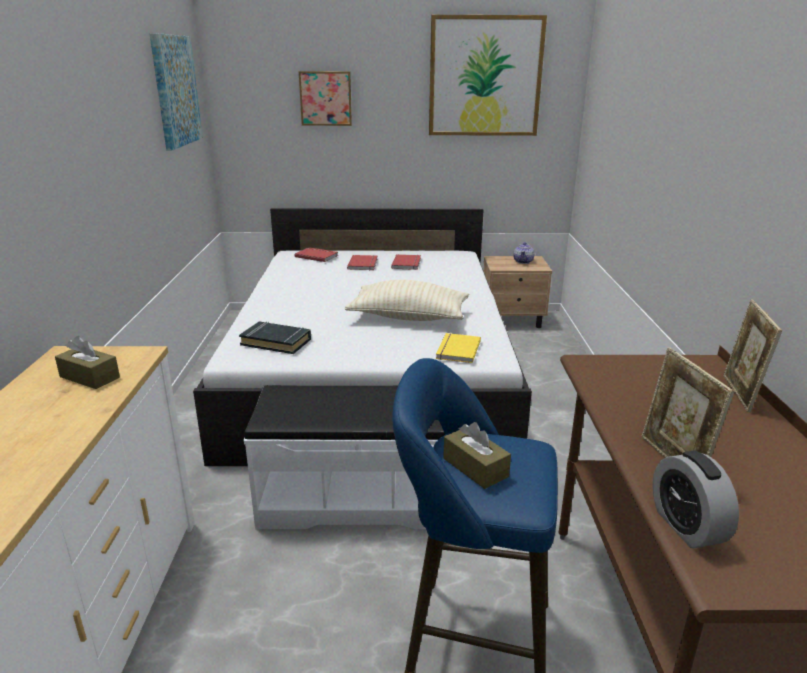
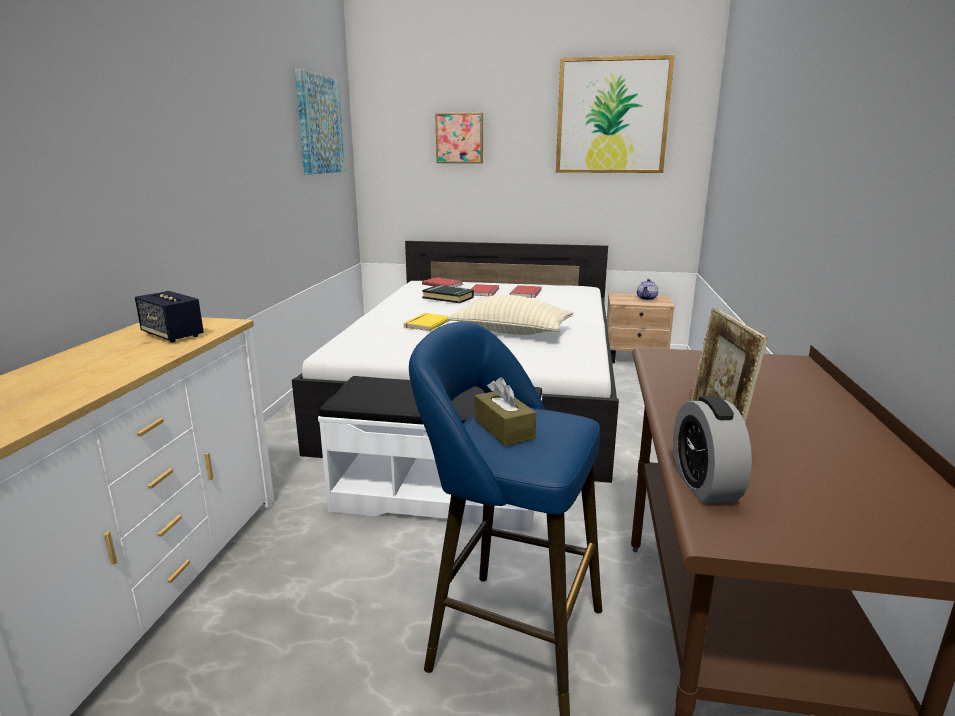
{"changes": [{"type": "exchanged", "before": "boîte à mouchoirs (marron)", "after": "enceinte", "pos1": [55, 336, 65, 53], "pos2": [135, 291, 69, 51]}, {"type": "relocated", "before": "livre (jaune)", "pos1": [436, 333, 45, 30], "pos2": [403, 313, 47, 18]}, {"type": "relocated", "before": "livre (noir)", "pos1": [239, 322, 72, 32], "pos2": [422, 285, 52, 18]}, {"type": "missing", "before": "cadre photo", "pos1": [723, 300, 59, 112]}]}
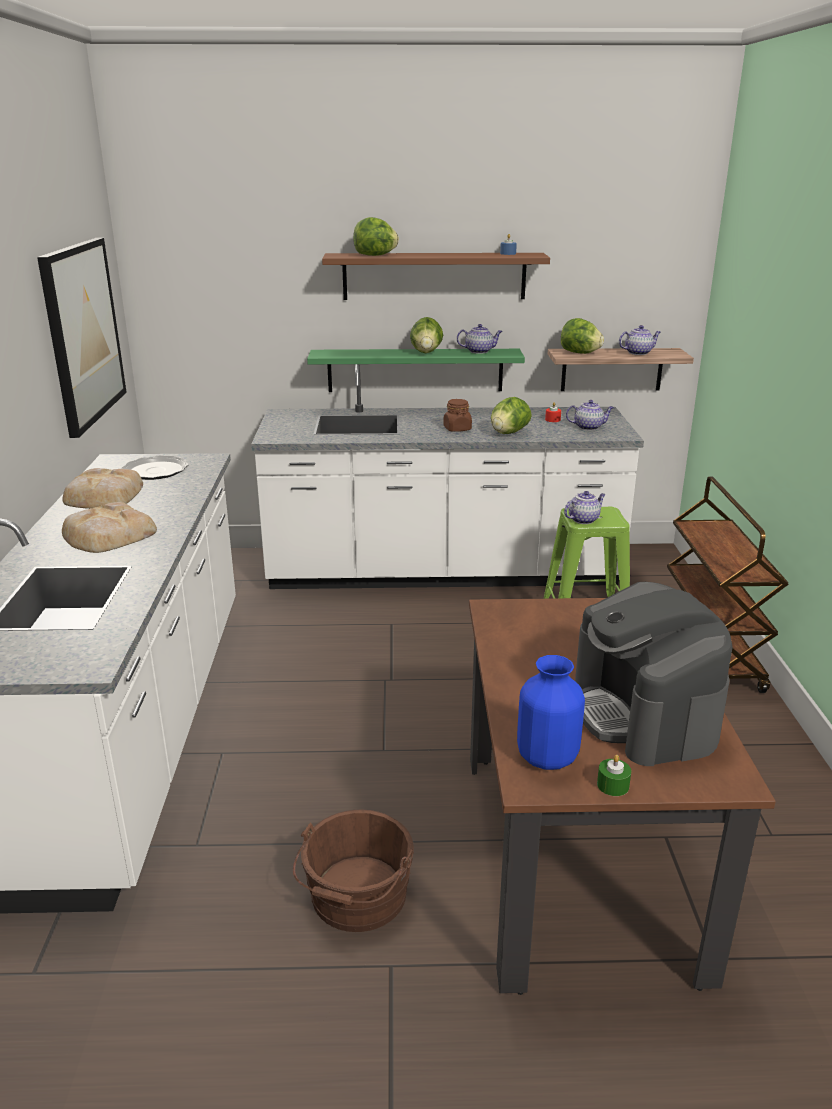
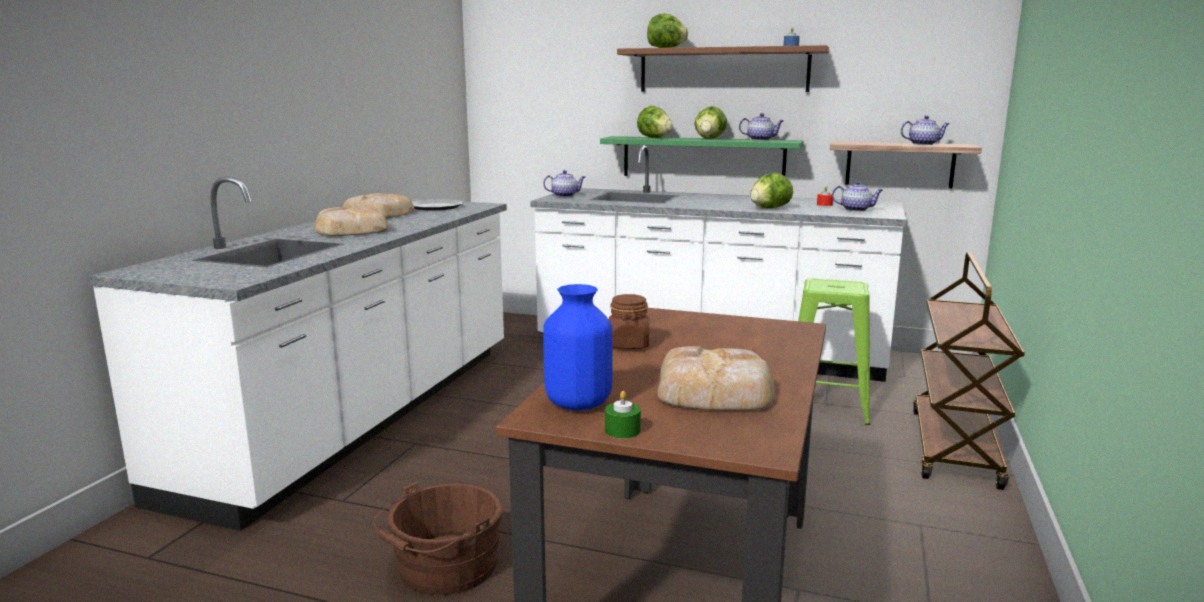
{"changes": [{"type": "relocated", "before": "théière", "pos1": [564, 491, 42, 33], "pos2": [543, 170, 42, 27]}, {"type": "relocated", "before": "bocal (marron)", "pos1": [443, 399, 29, 33], "pos2": [609, 294, 40, 55]}, {"type": "relocated", "before": "laitue", "pos1": [561, 318, 43, 36], "pos2": [637, 106, 36, 32]}, {"type": "exchanged", "before": "machine à café", "after": "pain", "pos1": [575, 582, 158, 184], "pos2": [657, 346, 118, 64]}, {"type": "missing", "before": "tableau", "pos1": [37, 238, 90, 200]}]}
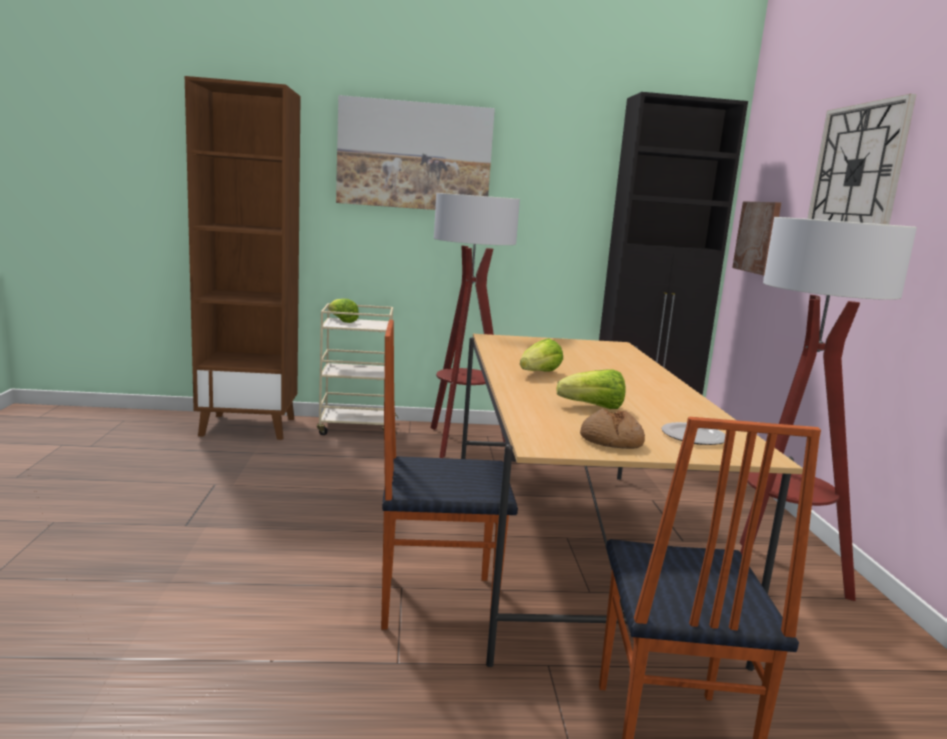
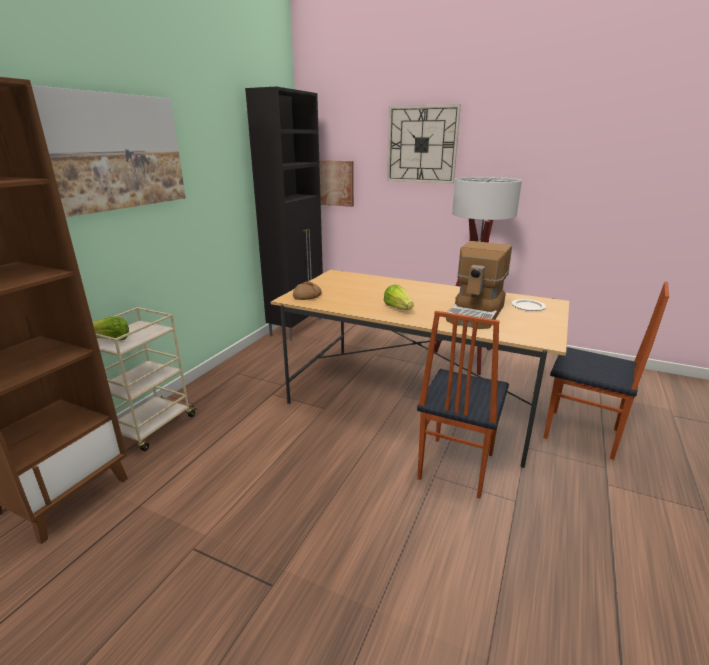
{"changes": [{"type": "relocated", "before": "pain", "pos1": [580, 409, 65, 40], "pos2": [293, 281, 29, 19]}, {"type": "exchanged", "before": "laitue", "after": "machine à café", "pos1": [556, 369, 70, 40], "pos2": [446, 241, 66, 88]}, {"type": "missing", "before": "lampadaire", "pos1": [431, 193, 89, 265]}]}
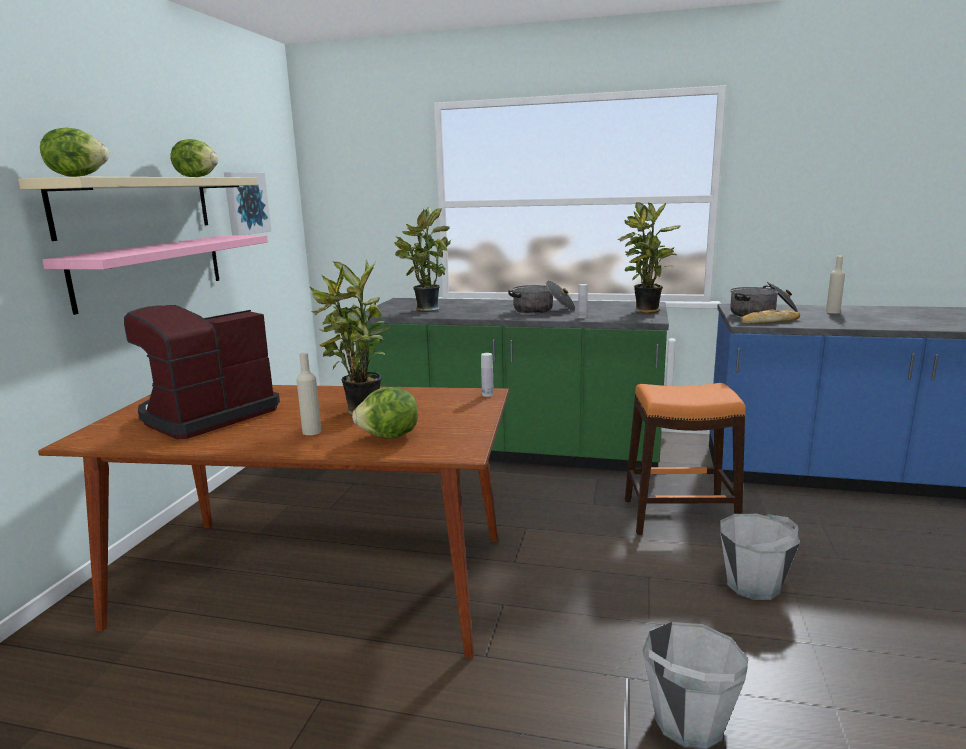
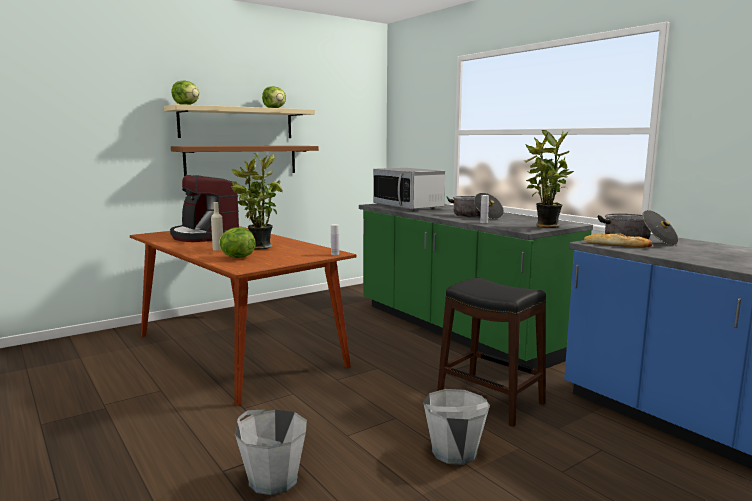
{"changes": [{"type": "spun", "before": "machine à café", "pos1": [124, 305, 156, 134], "pos2": [170, 175, 69, 67], "turn": -120}, {"type": "colour", "before": "étagère (rose)", "after": "étagère (marron)", "pos1": [43, 235, 225, 80], "pos2": [171, 146, 148, 30]}, {"type": "exchanged", "before": "plante en pot", "after": "micro-ondes", "pos1": [394, 207, 57, 105], "pos2": [373, 168, 72, 42]}, {"type": "colour", "before": "tabouret (orange)", "after": "tabouret (noir)", "pos1": [625, 383, 121, 152], "pos2": [437, 278, 109, 149]}, {"type": "missing", "before": "tableau", "pos1": [224, 172, 47, 63]}, {"type": "missing", "before": "bouteille (beige)", "pos1": [826, 256, 19, 57]}]}
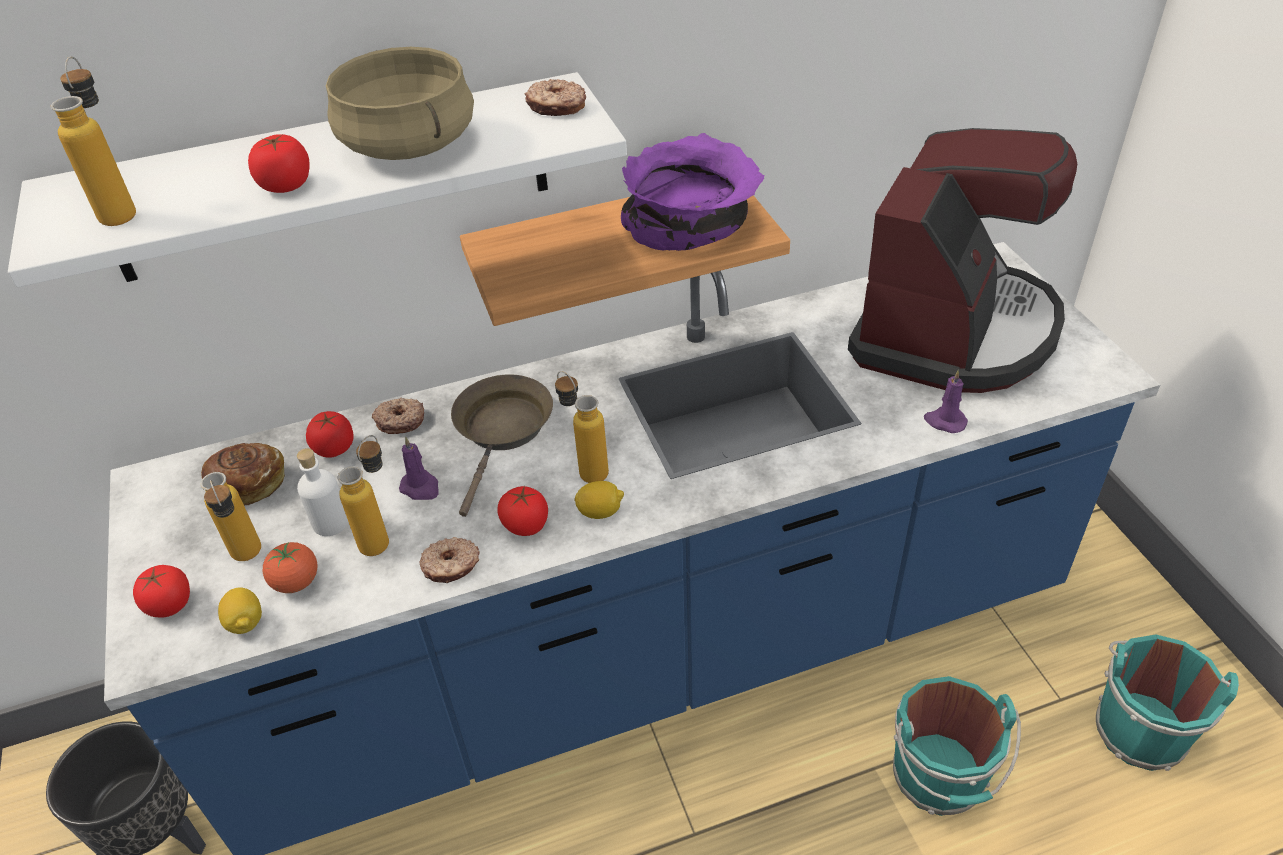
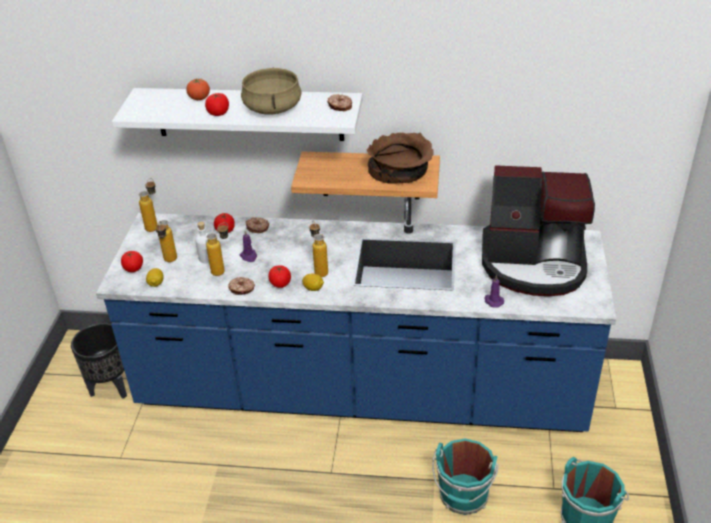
{"changes": [{"type": "relocated", "before": "bouteille", "pos1": [51, 56, 85, 170], "pos2": [139, 178, 18, 54]}, {"type": "relocated", "before": "tomate", "pos1": [263, 542, 54, 51], "pos2": [186, 78, 24, 22]}, {"type": "colour", "before": "bol (violet)", "after": "bol (marron)", "pos1": [621, 133, 143, 118], "pos2": [367, 132, 67, 52]}, {"type": "spun", "before": "machine à café", "pos1": [848, 128, 229, 265], "pos2": [482, 165, 113, 131], "turn": 45}, {"type": "missing", "before": "pain", "pos1": [201, 443, 84, 63]}, {"type": "missing", "before": "poêle (marron)", "pos1": [451, 374, 102, 143]}]}
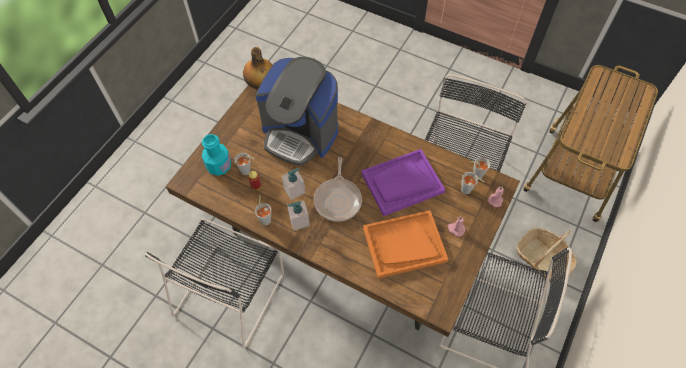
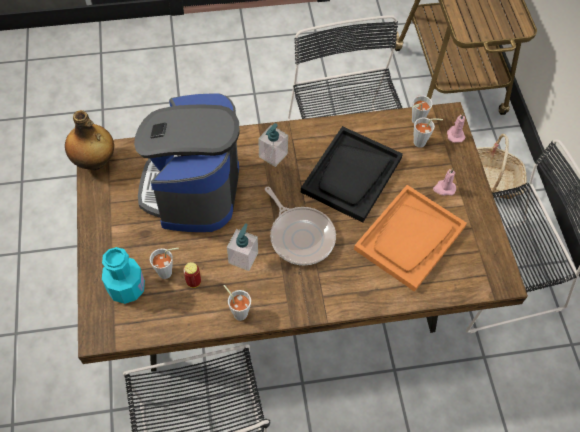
{"changes": [{"type": "spun", "before": "machine à café", "pos1": [255, 57, 83, 109], "pos2": [134, 93, 106, 139], "turn": 105}, {"type": "relocated", "before": "distributeur de savon", "pos1": [288, 200, 22, 30], "pos2": [258, 123, 30, 44]}, {"type": "colour", "before": "plateau (violet)", "after": "plateau (noir)", "pos1": [361, 149, 84, 67], "pos2": [301, 126, 102, 97]}]}
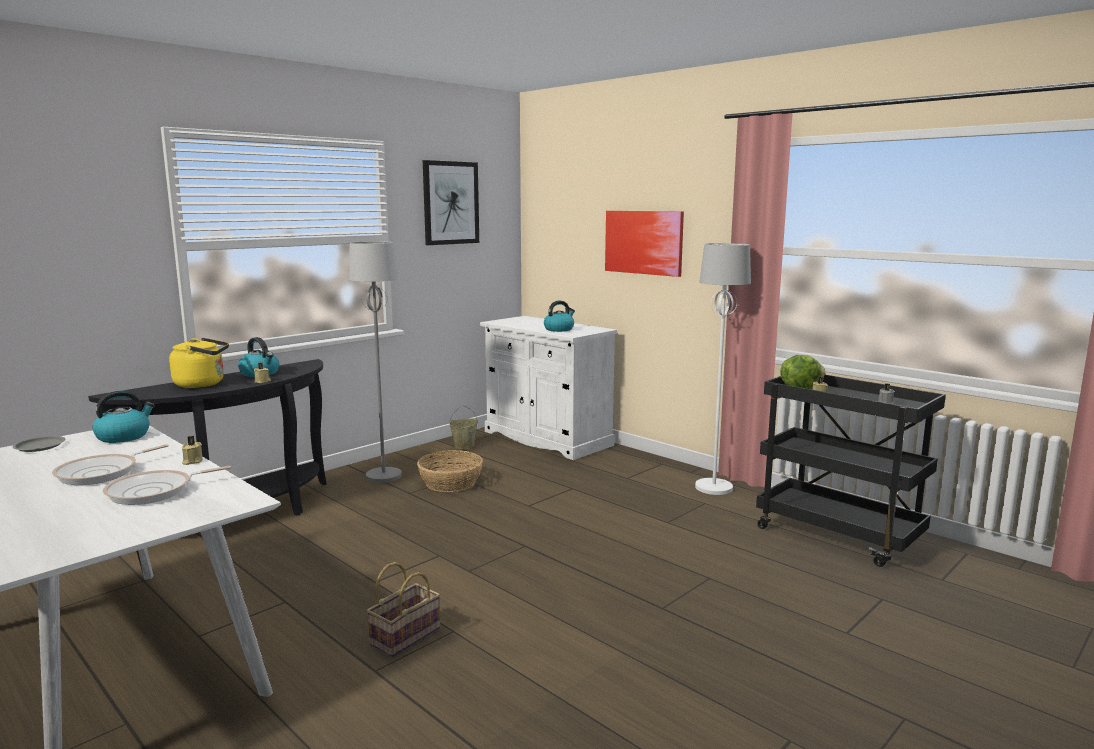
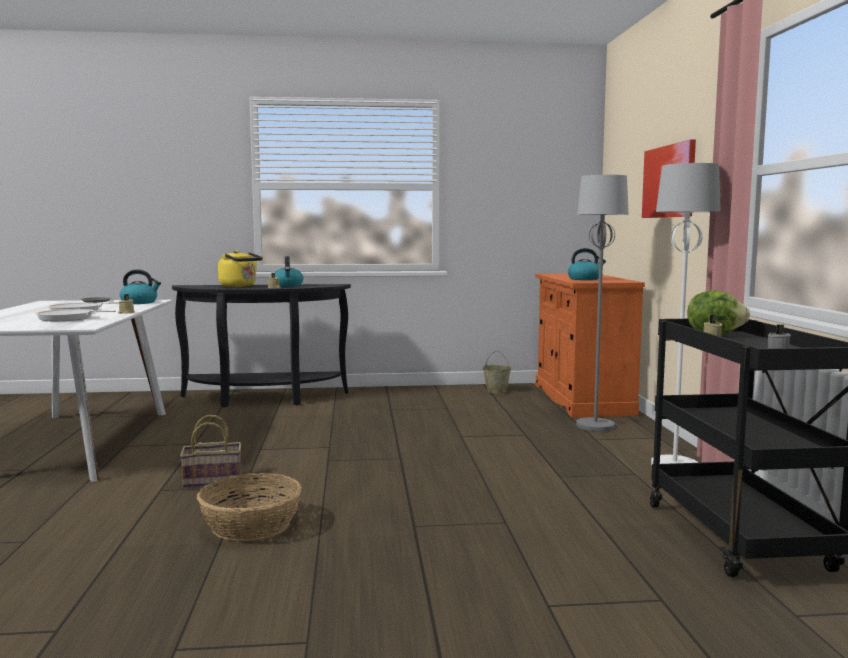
{"changes": [{"type": "relocated", "before": "panier", "pos1": [417, 450, 66, 42], "pos2": [197, 473, 105, 68]}, {"type": "colour", "before": "meuble de rangement (blanc)", "after": "meuble de rangement (orange)", "pos1": [480, 316, 137, 144], "pos2": [535, 273, 110, 145]}, {"type": "relocated", "before": "lampadaire (gris)", "pos1": [349, 241, 53, 242], "pos2": [576, 175, 53, 256]}, {"type": "missing", "before": "tableau", "pos1": [423, 160, 56, 85]}]}
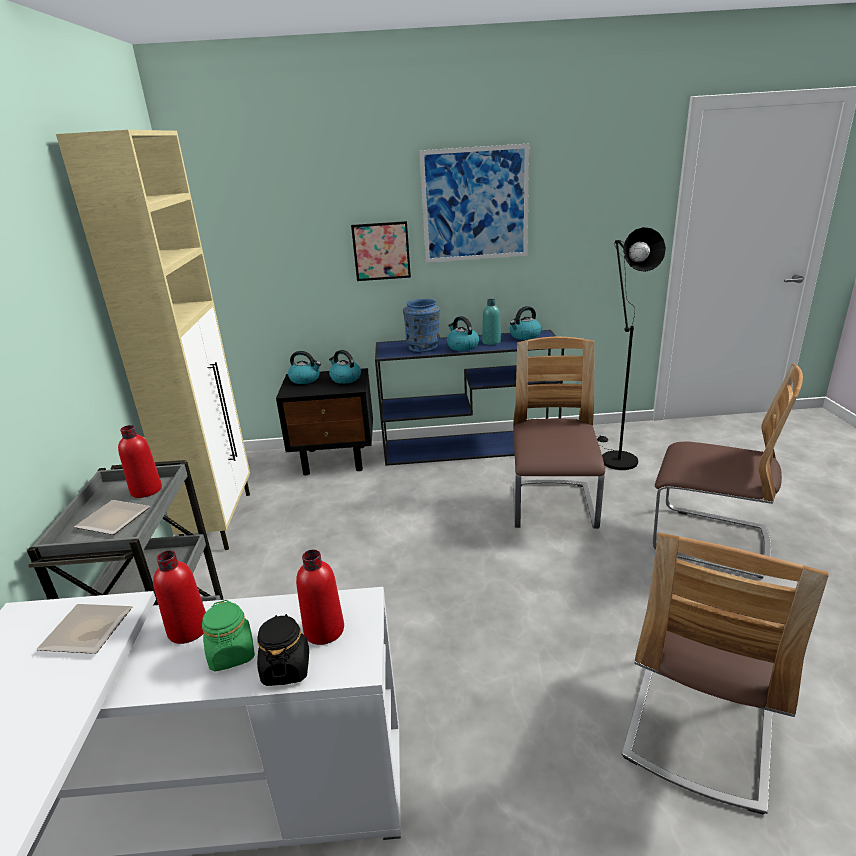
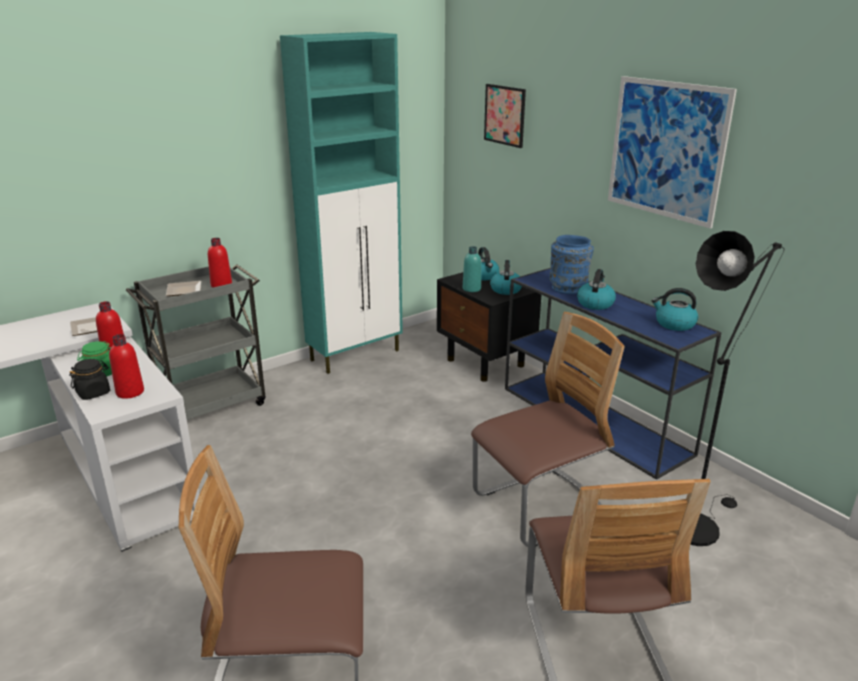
{"changes": [{"type": "colour", "before": "meuble de rangement (beige)", "after": "meuble de rangement (turquoise)", "pos1": [56, 130, 194, 420], "pos2": [280, 32, 123, 342]}, {"type": "relocated", "before": "bouteille (turquoise)", "pos1": [482, 299, 19, 46], "pos2": [463, 246, 18, 46]}, {"type": "relocated", "before": "tableau", "pos1": [351, 221, 60, 60], "pos2": [484, 84, 42, 64]}]}
